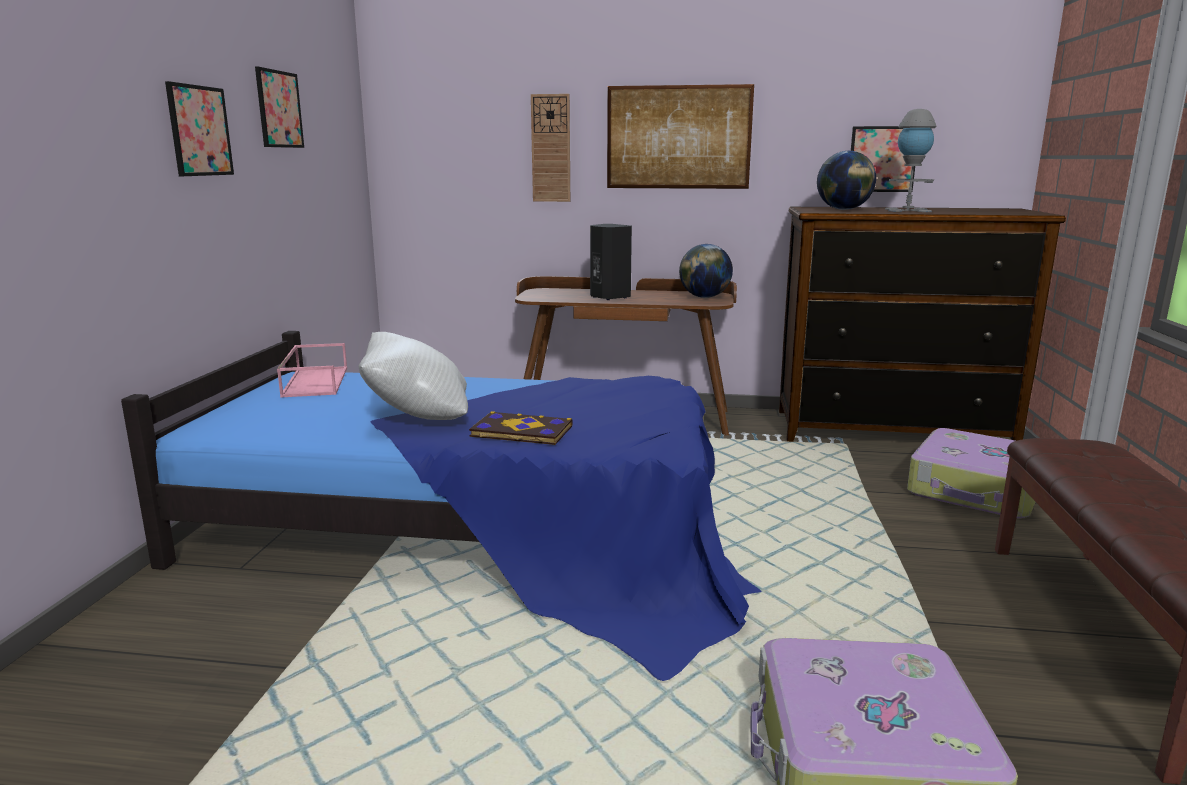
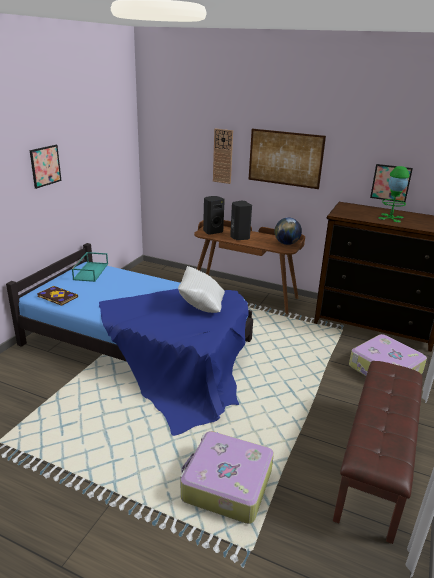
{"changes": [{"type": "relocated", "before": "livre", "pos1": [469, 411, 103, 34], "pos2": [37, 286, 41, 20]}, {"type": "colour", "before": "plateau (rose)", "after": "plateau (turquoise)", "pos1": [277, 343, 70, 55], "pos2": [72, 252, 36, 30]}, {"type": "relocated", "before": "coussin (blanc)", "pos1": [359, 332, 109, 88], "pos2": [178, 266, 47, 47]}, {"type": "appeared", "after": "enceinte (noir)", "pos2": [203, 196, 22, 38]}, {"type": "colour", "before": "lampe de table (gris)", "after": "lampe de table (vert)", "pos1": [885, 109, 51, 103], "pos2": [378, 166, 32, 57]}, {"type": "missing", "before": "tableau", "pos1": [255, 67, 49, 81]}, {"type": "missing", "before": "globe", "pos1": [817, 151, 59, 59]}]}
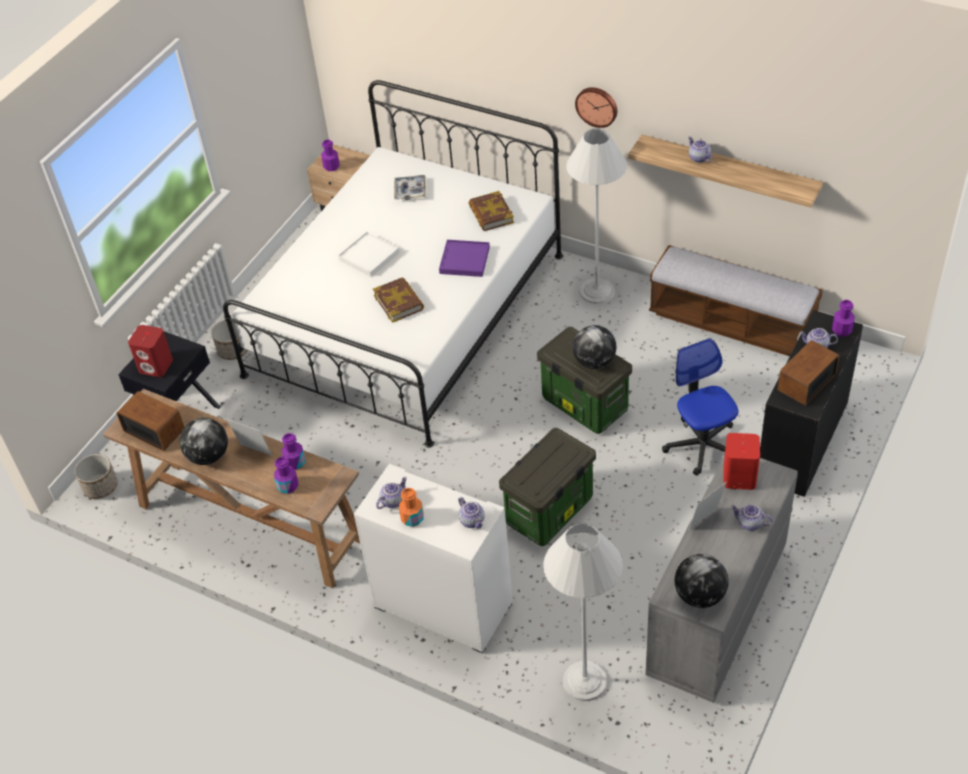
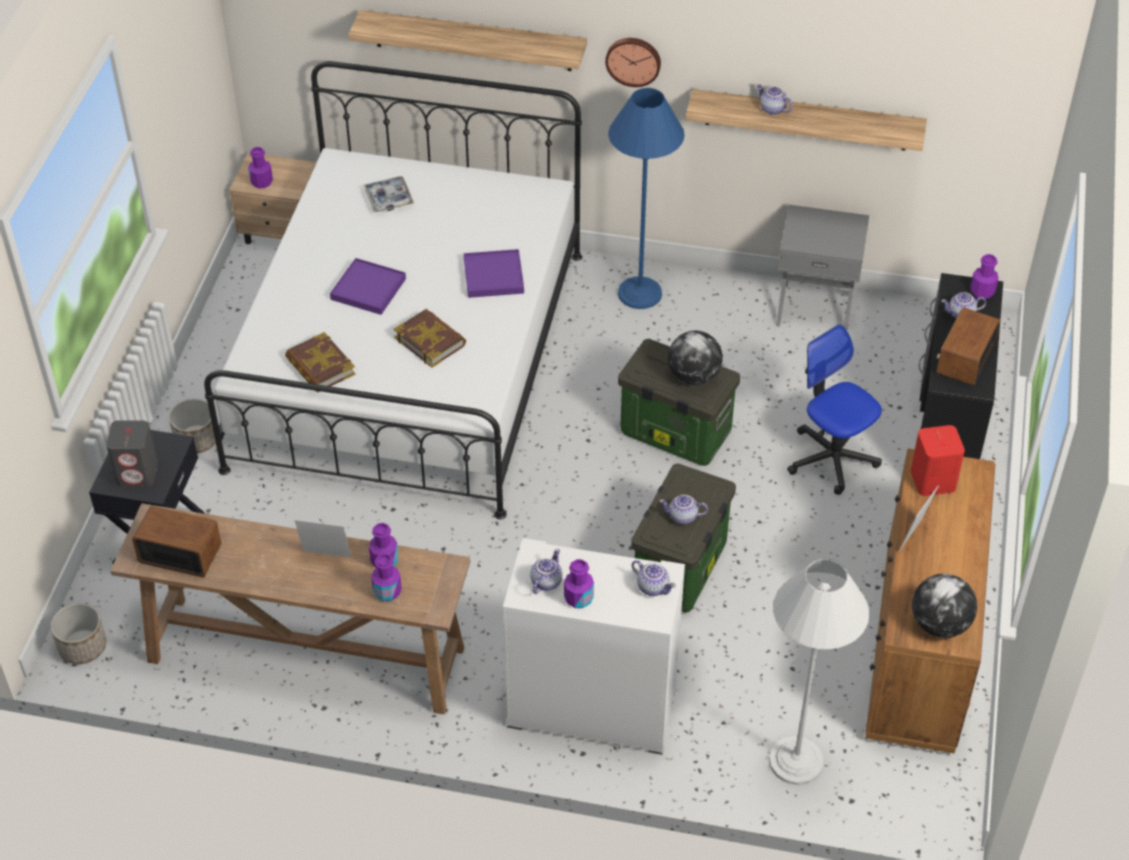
{"changes": [{"type": "colour", "before": "enceinte (rouge)", "after": "enceinte (gris)", "pos1": [128, 325, 45, 52], "pos2": [106, 420, 52, 66]}, {"type": "relocated", "before": "livre", "pos1": [468, 191, 46, 40], "pos2": [285, 332, 70, 61]}, {"type": "colour", "before": "plateau (blanc)", "after": "plateau (violet)", "pos1": [338, 232, 61, 45], "pos2": [330, 258, 76, 57]}, {"type": "appeared", "after": "étagère", "pos2": [348, 10, 239, 61]}, {"type": "colour", "before": "bouteille (orange)", "after": "bouteille (violet)", "pos1": [399, 488, 25, 39], "pos2": [564, 559, 30, 49]}, {"type": "colour", "before": "lampadaire (blanc)", "after": "lampadaire (bleu)", "pos1": [566, 128, 61, 176], "pos2": [608, 88, 77, 221]}, {"type": "relocated", "before": "théière", "pos1": [730, 505, 42, 26], "pos2": [660, 495, 48, 29]}, {"type": "exchanged", "before": "banc", "after": "table de chevet (gris)", "pos1": [649, 245, 174, 111], "pos2": [776, 205, 93, 125]}, {"type": "colour", "before": "commode (gris)", "after": "commode (marron)", "pos1": [645, 456, 153, 247], "pos2": [865, 448, 130, 305]}, {"type": "missing", "before": "globe", "pos1": [180, 418, 48, 47]}]}
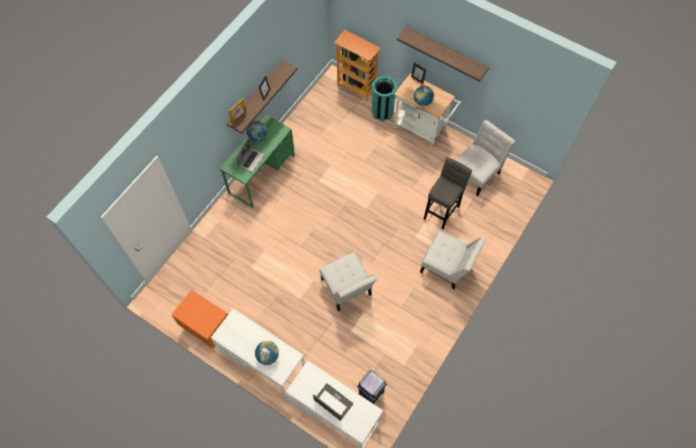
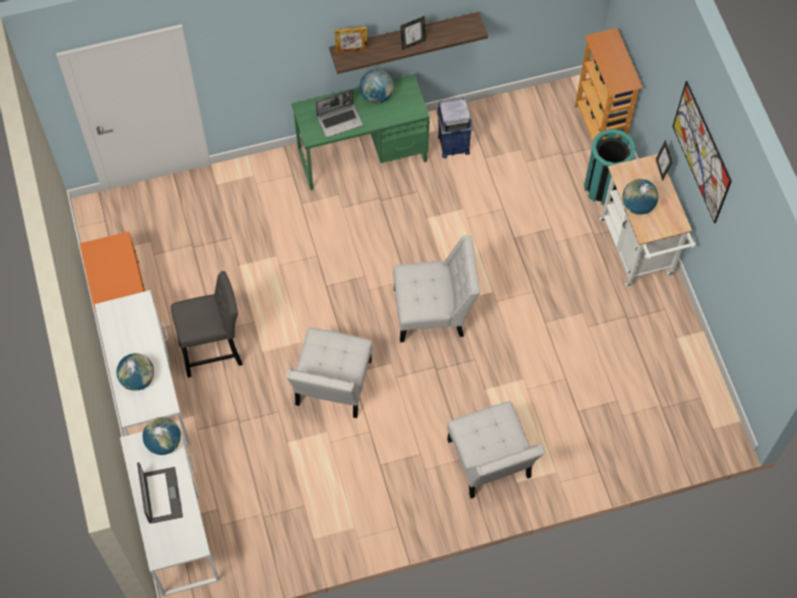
{"changes": [{"type": "appeared", "after": "globe", "pos2": [142, 417, 39, 38]}, {"type": "relocated", "before": "tabouret (gris)", "pos1": [424, 157, 48, 72], "pos2": [171, 271, 72, 107]}, {"type": "relocated", "before": "chaise (blanc)", "pos1": [456, 120, 59, 76], "pos2": [393, 235, 87, 107]}, {"type": "relocated", "before": "poubelle (bleu)", "pos1": [357, 370, 30, 35], "pos2": [437, 97, 36, 61]}, {"type": "exchanged", "before": "étagère", "after": "tableau", "pos1": [397, 26, 92, 56], "pos2": [672, 81, 60, 142]}]}
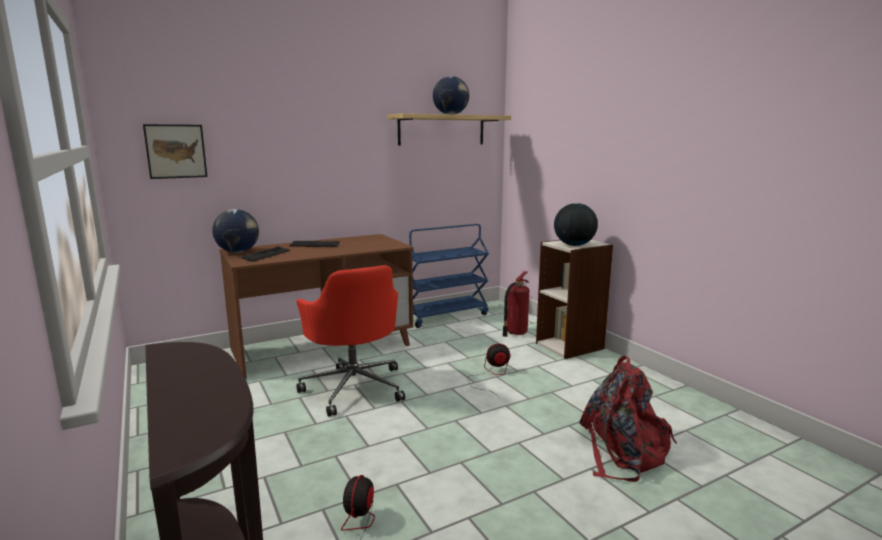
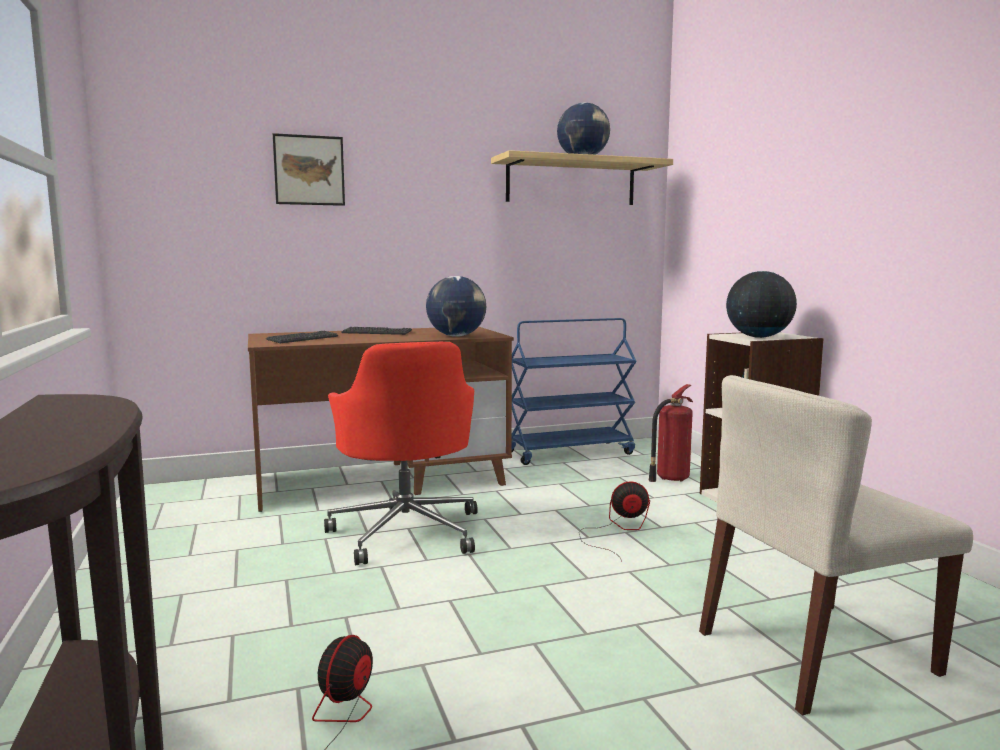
{"changes": [{"type": "relocated", "before": "tableau", "pos1": [143, 124, 64, 55], "pos2": [273, 133, 72, 73]}, {"type": "relocated", "before": "globe", "pos1": [212, 209, 47, 44], "pos2": [426, 276, 60, 61]}, {"type": "exchanged", "before": "sac à dos (rouge)", "after": "chaise (beige)", "pos1": [579, 356, 98, 126], "pos2": [699, 375, 274, 340]}]}
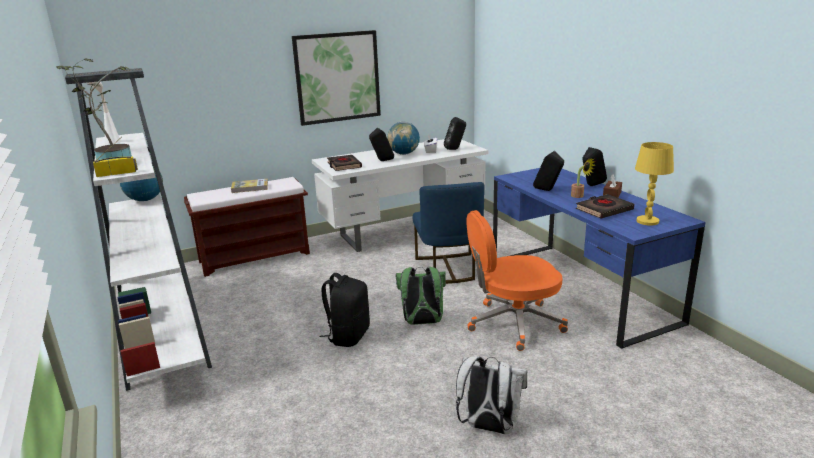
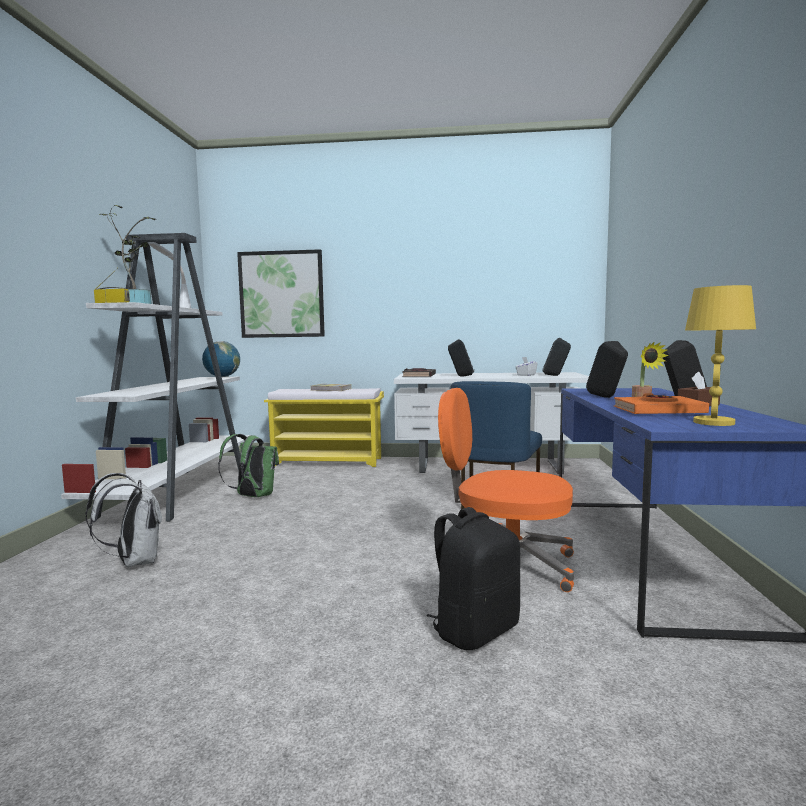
{"changes": [{"type": "relocated", "before": "sac à dos (blanc)", "pos1": [456, 356, 71, 78], "pos2": [85, 473, 77, 94]}, {"type": "relocated", "before": "sac à dos (vert)", "pos1": [395, 267, 51, 58], "pos2": [218, 434, 61, 63]}, {"type": "relocated", "before": "tableau", "pos1": [292, 30, 89, 96], "pos2": [237, 249, 88, 89]}, {"type": "colour", "before": "banc (marron)", "after": "banc (jaune)", "pos1": [184, 177, 126, 100], "pos2": [264, 388, 120, 79]}, {"type": "relocated", "before": "sac à dos (noir)", "pos1": [320, 273, 50, 74], "pos2": [426, 507, 94, 143]}, {"type": "colour", "before": "livre (noir)", "after": "livre (orange)", "pos1": [576, 194, 58, 25], "pos2": [614, 393, 95, 21]}, {"type": "missing", "before": "globe", "pos1": [387, 122, 33, 33]}]}
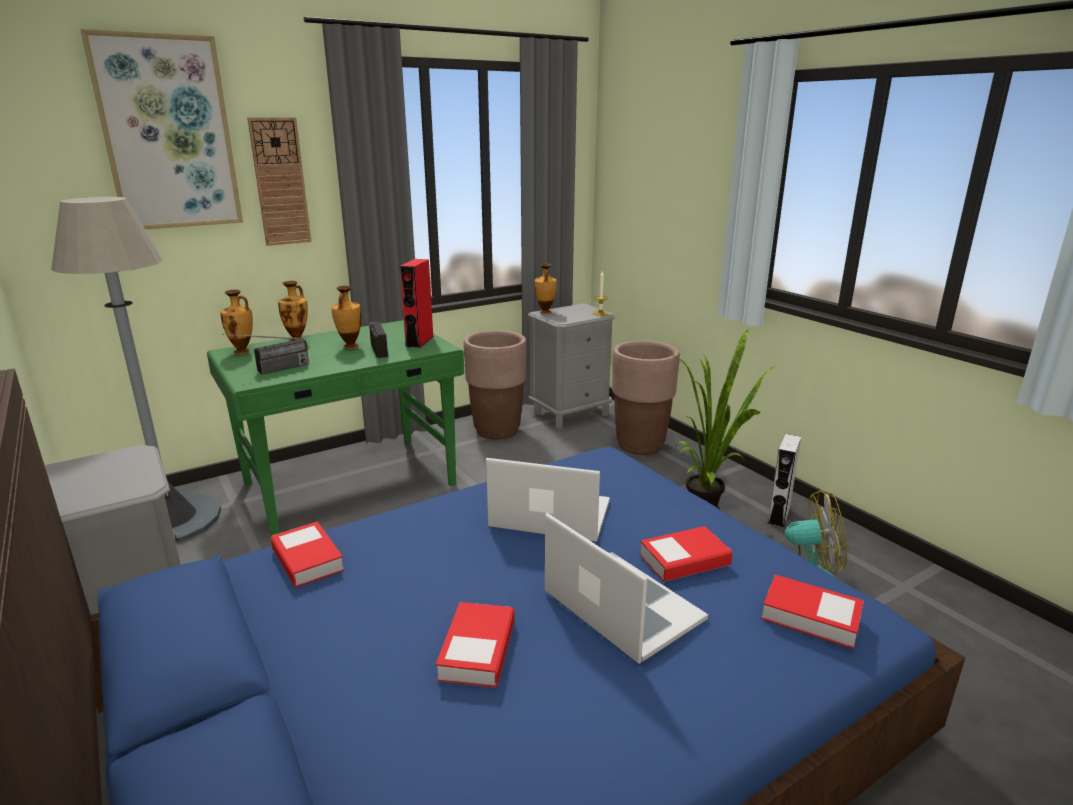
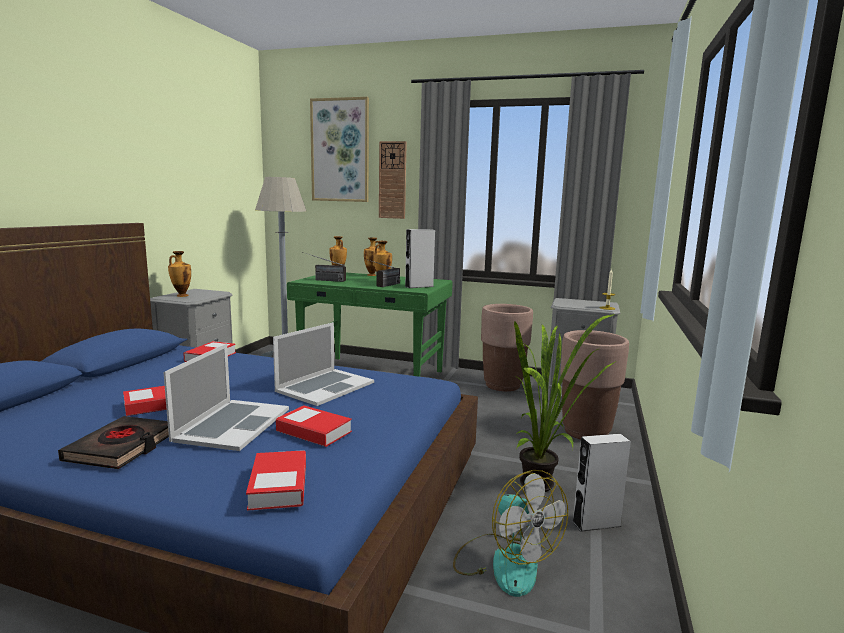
{"changes": [{"type": "appeared", "after": "livre (noir)", "pos2": [58, 416, 111, 53]}, {"type": "relocated", "before": "vase", "pos1": [534, 264, 23, 50], "pos2": [168, 251, 23, 46]}, {"type": "spun", "before": "ordinateur portable", "pos1": [486, 458, 124, 84], "pos2": [273, 322, 101, 84], "turn": 60}, {"type": "colour", "before": "enceinte (rouge)", "after": "enceinte (gris)", "pos1": [400, 259, 33, 89], "pos2": [405, 229, 30, 59]}]}
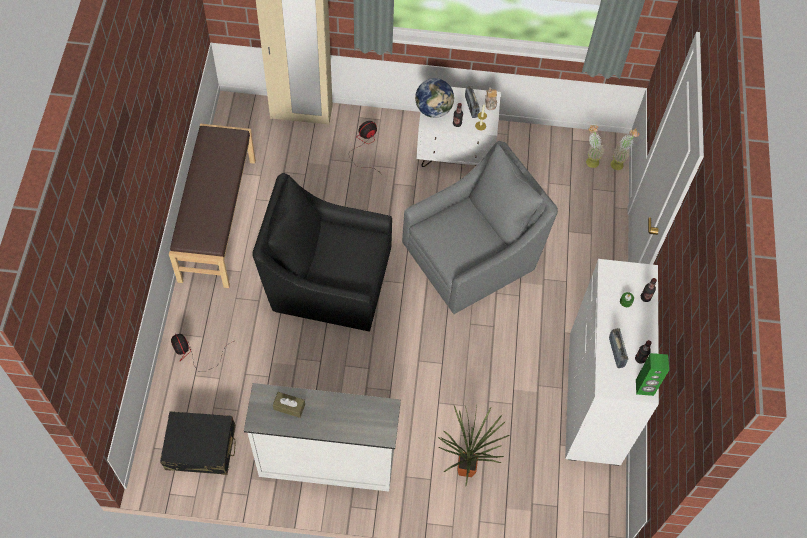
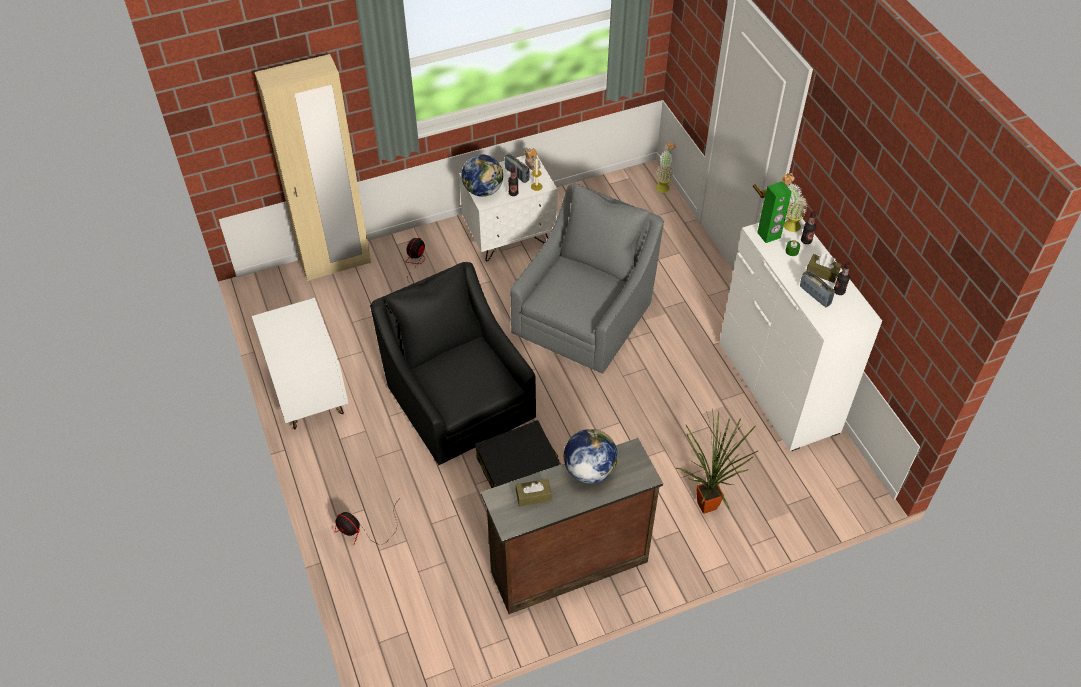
{"changes": [{"type": "exchanged", "before": "banc (marron)", "after": "table de chevet (blanc)", "pos1": [169, 124, 87, 164], "pos2": [252, 298, 96, 132]}, {"type": "spun", "before": "fauteuil (noir)", "pos1": [252, 173, 140, 159], "pos2": [370, 262, 166, 203], "turn": 75}, {"type": "relocated", "before": "valise (noir)", "pos1": [160, 411, 76, 64], "pos2": [475, 420, 86, 68]}, {"type": "colour", "before": "commode (blanc)", "after": "commode (marron)", "pos1": [244, 383, 157, 109], "pos2": [481, 438, 182, 176]}, {"type": "appeared", "after": "globe", "pos2": [564, 429, 54, 55]}, {"type": "relocated", "before": "enceinte (vert)", "pos1": [636, 353, 33, 43], "pos2": [757, 182, 35, 61]}, {"type": "relocated", "before": "plante en pot", "pos1": [586, 124, 19, 44], "pos2": [782, 173, 26, 59]}, {"type": "appeared", "after": "boîte à mouchoirs (marron)", "pos2": [807, 254, 35, 29]}]}
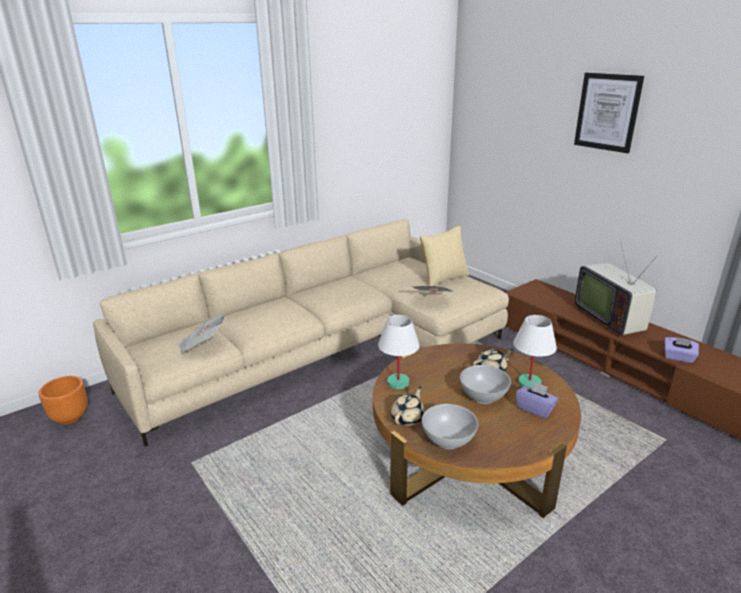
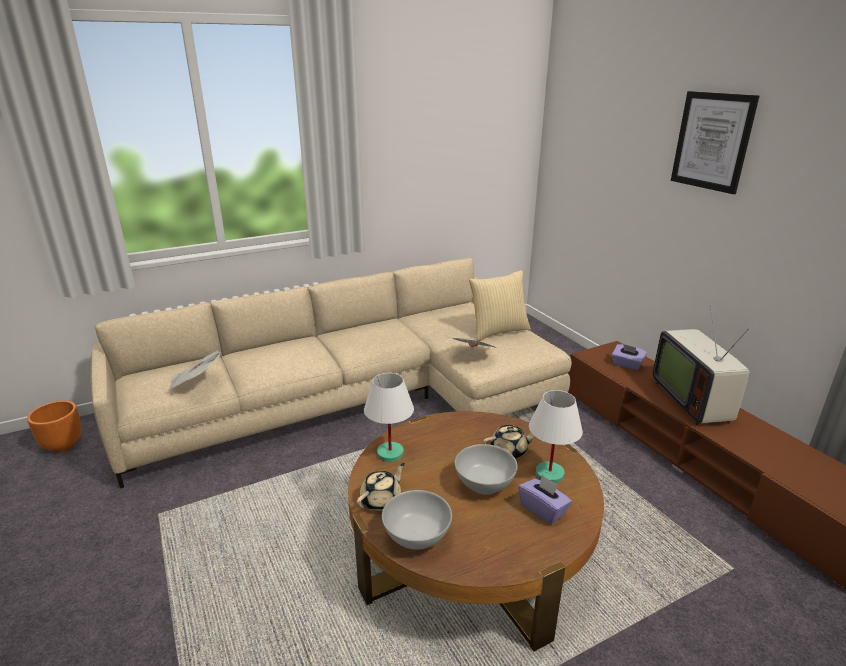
{"changes": [{"type": "relocated", "before": "boîte à mouchoirs (violet)", "pos1": [665, 337, 34, 26], "pos2": [612, 344, 35, 26]}]}
